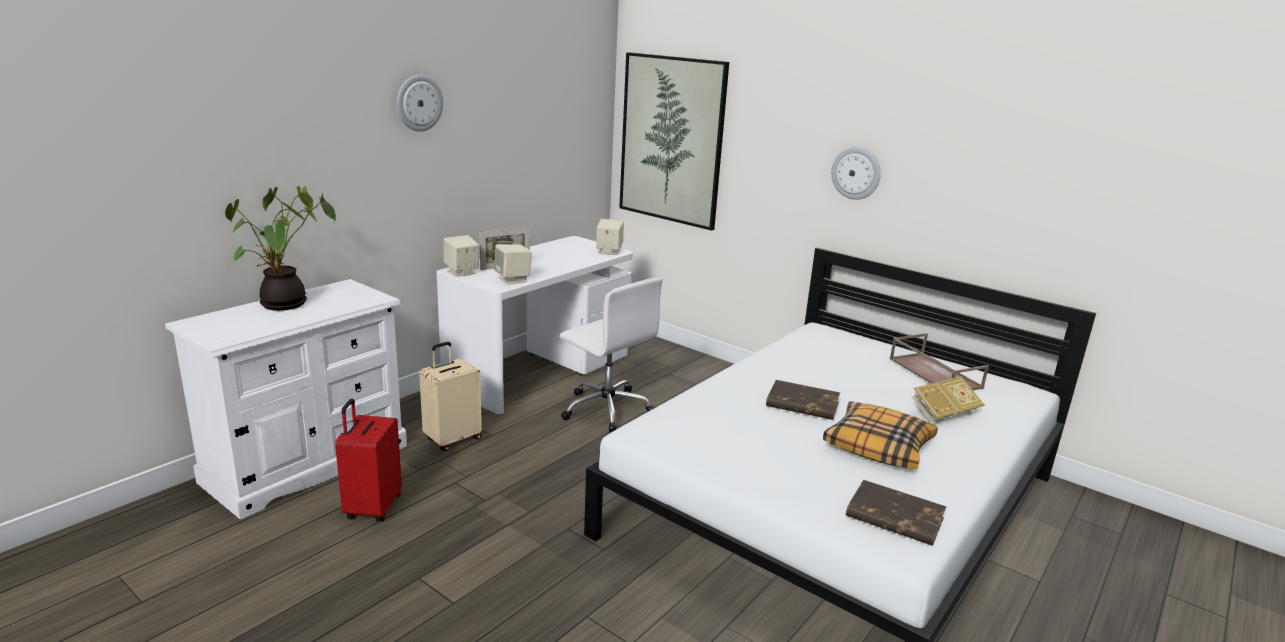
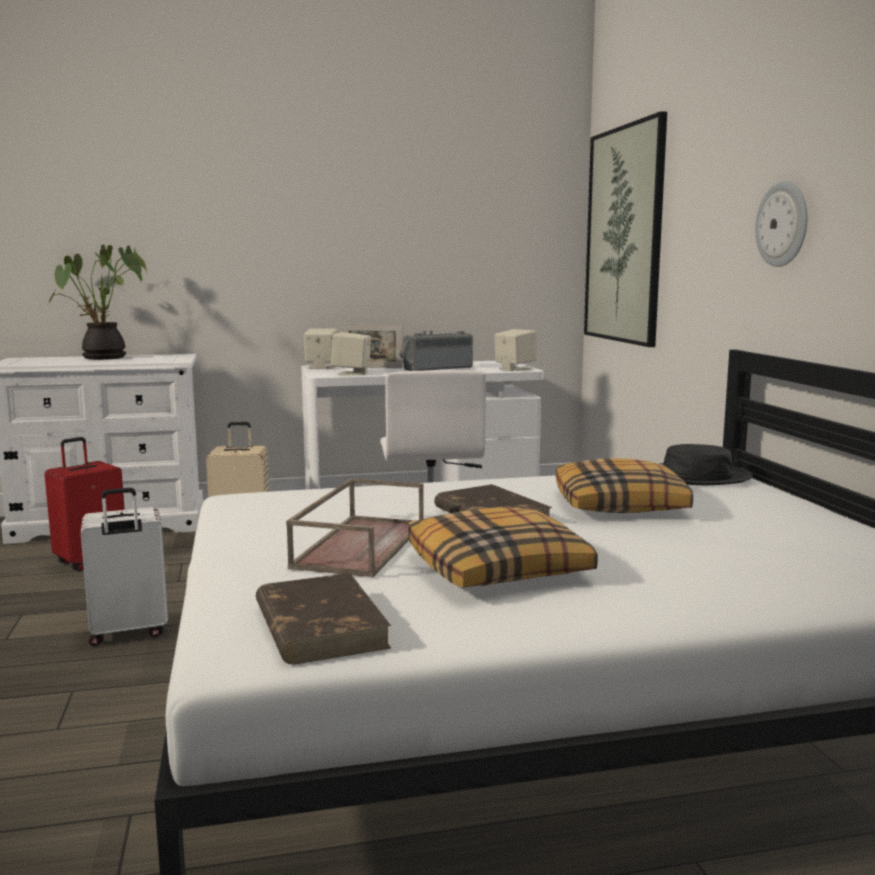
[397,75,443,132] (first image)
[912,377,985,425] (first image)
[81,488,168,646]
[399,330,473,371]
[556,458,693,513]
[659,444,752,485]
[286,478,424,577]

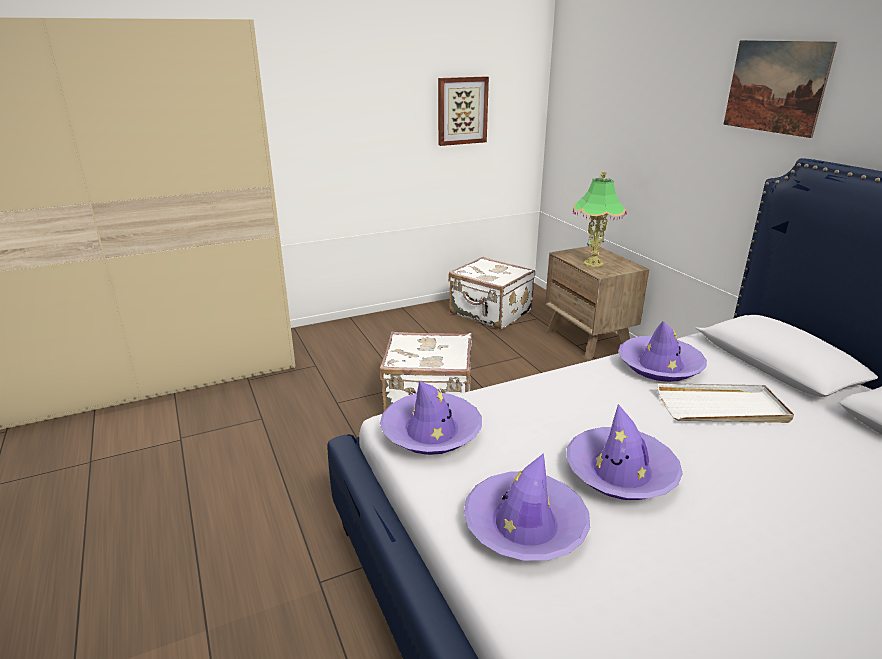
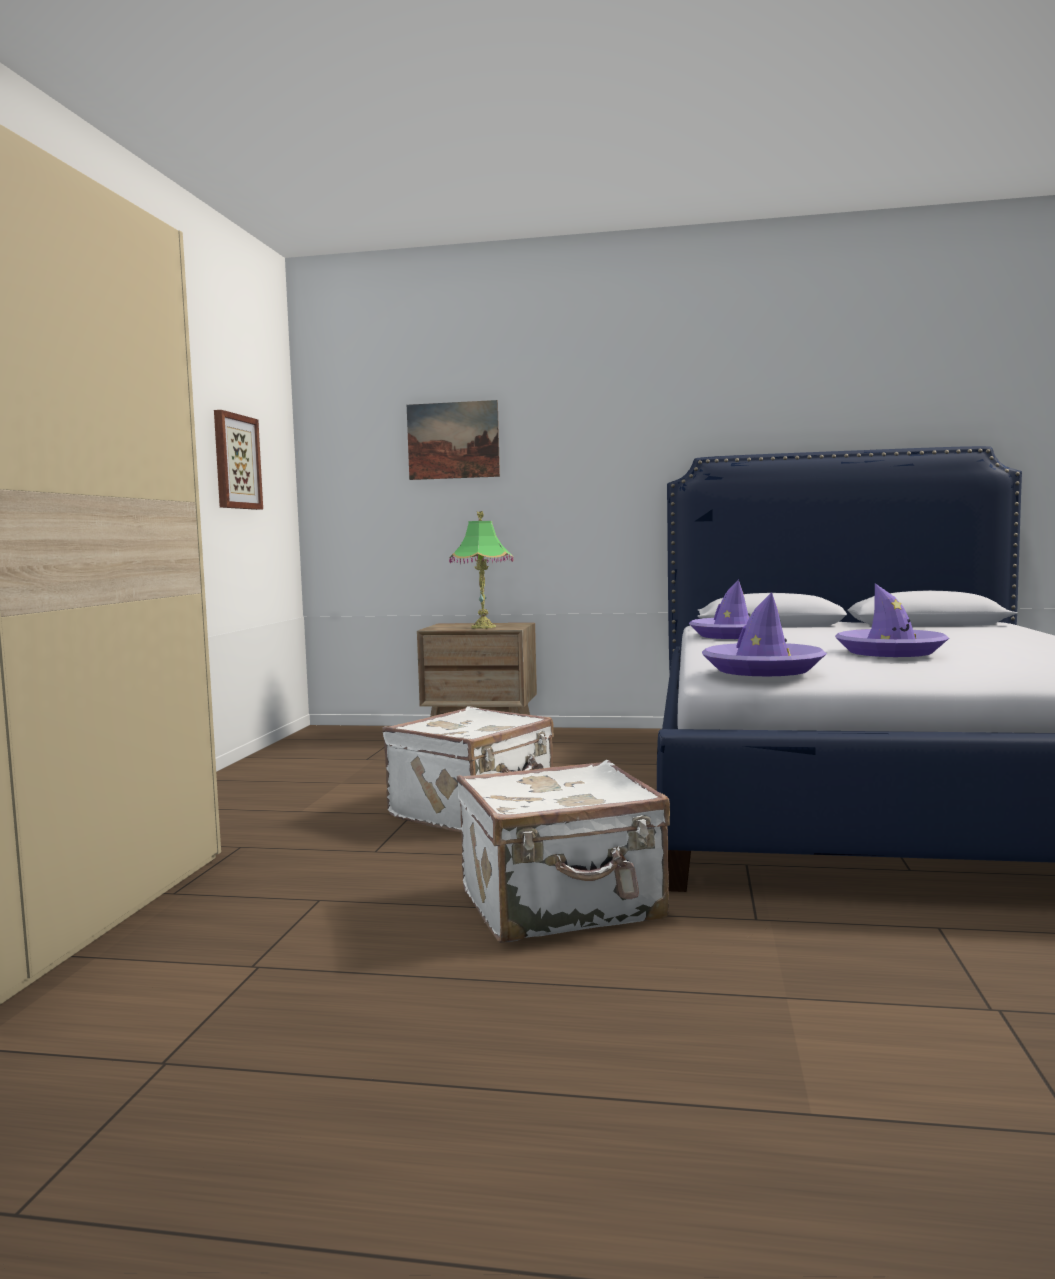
[464,453,590,561] (first image)
[657,383,794,423] (first image)
[457,760,670,943]
[407,400,500,480]

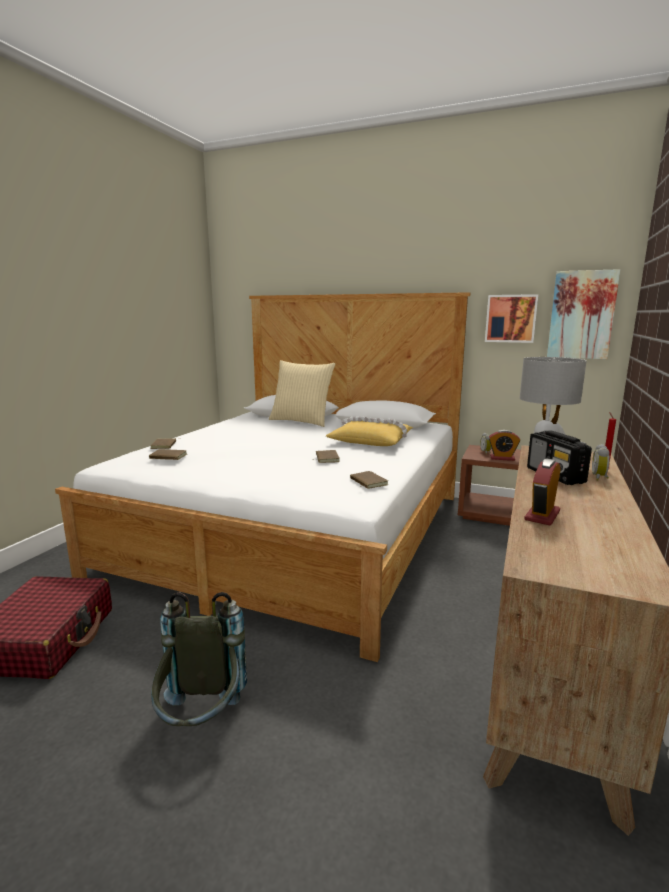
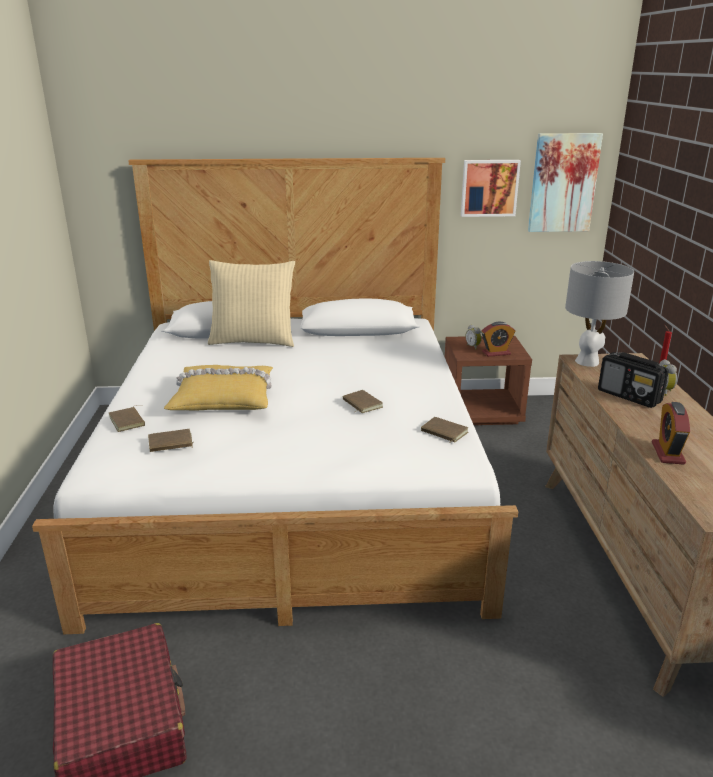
[151,592,247,726] (first image)
[164,365,273,410]

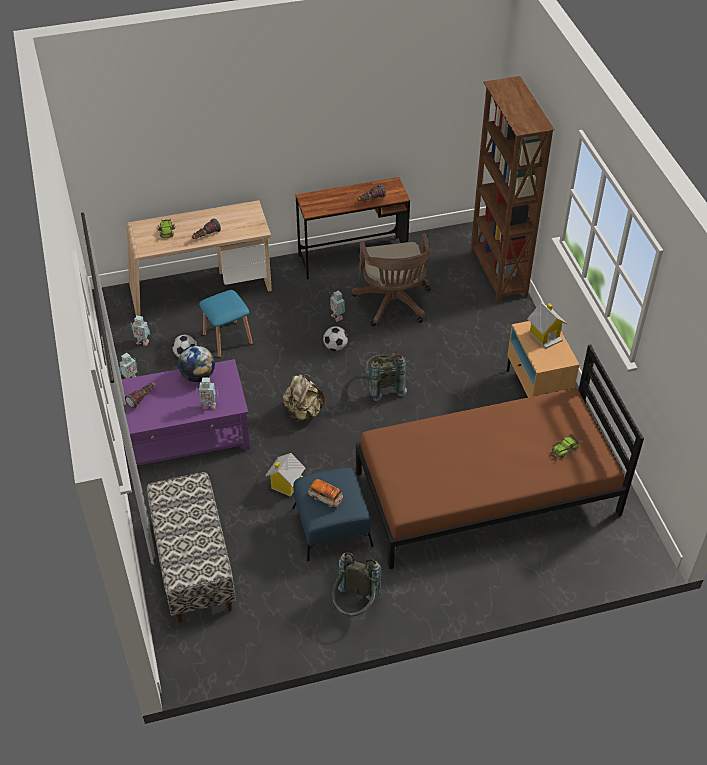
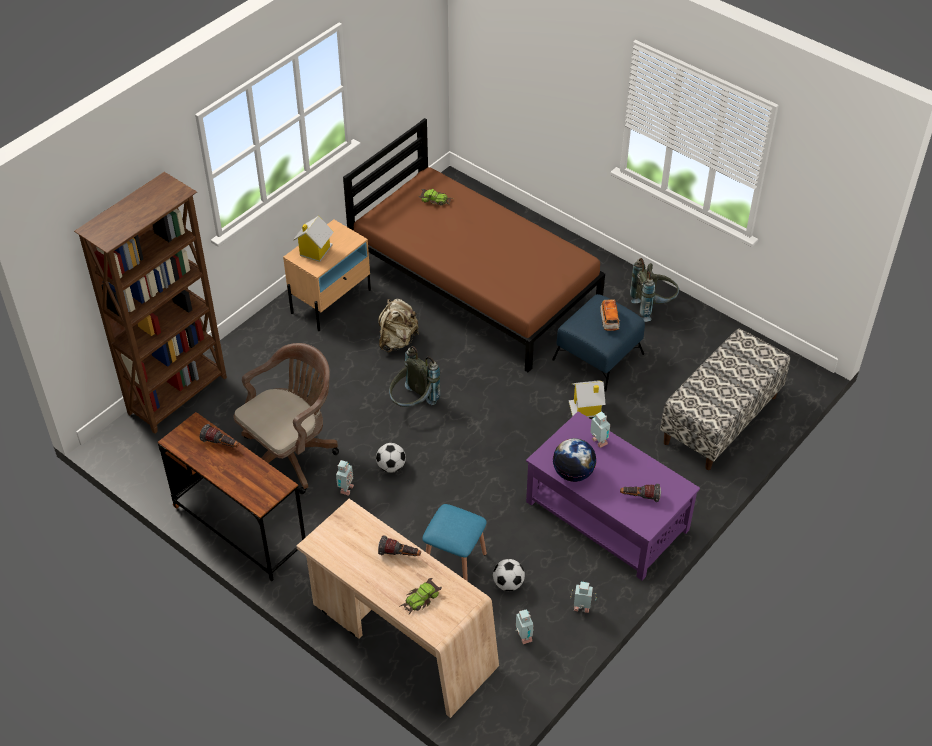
[379,299,419,352]

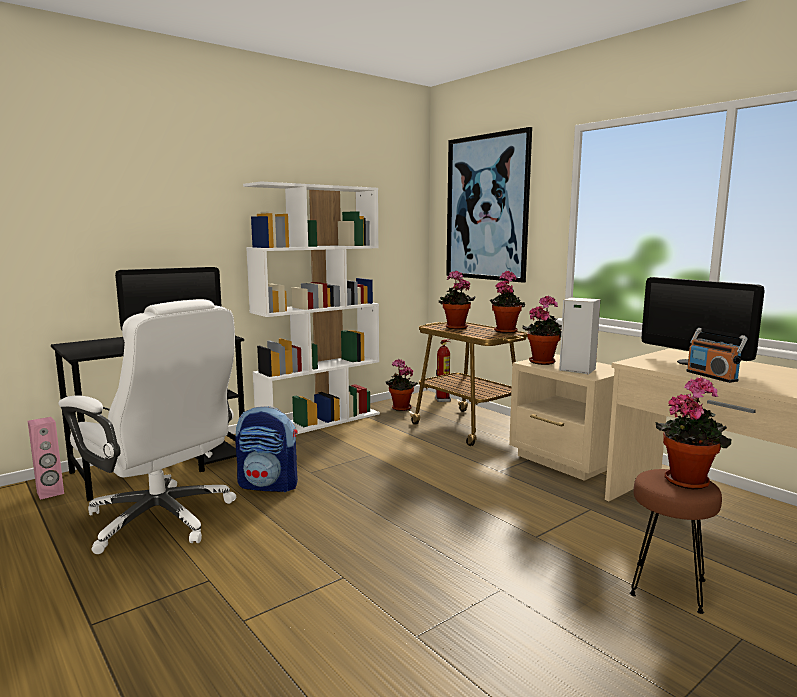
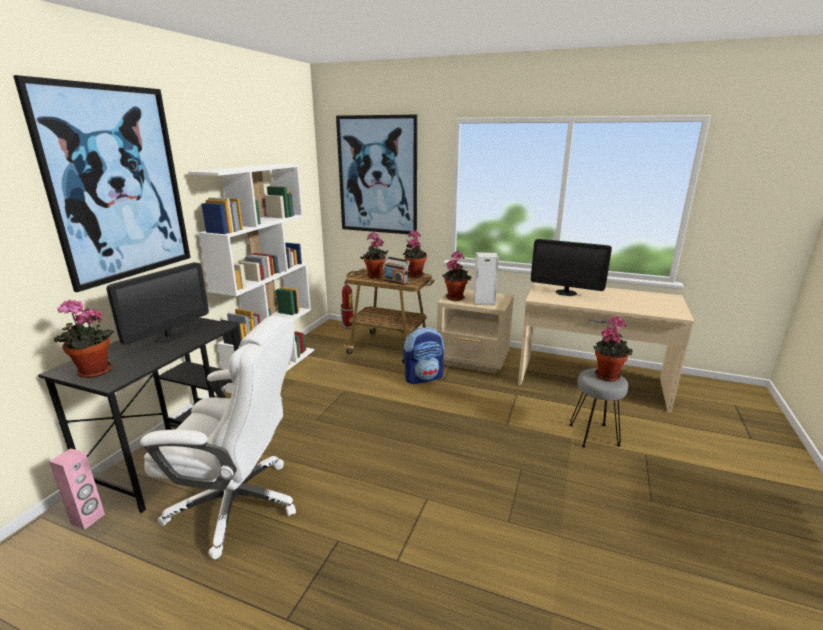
[13,75,191,292]
[403,327,444,384]
[54,299,114,378]
[384,257,410,285]
[569,368,628,447]

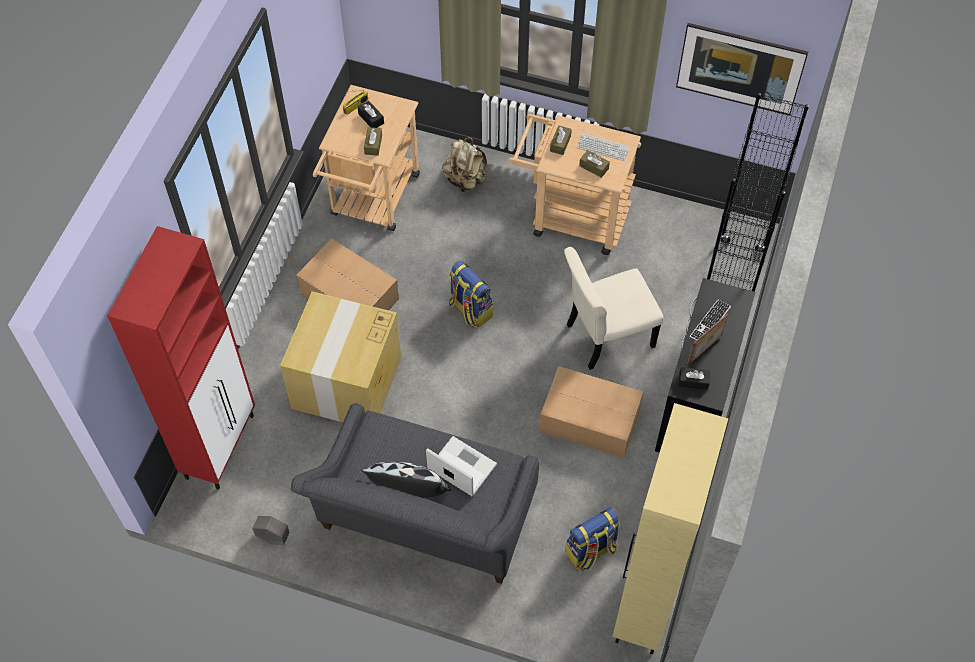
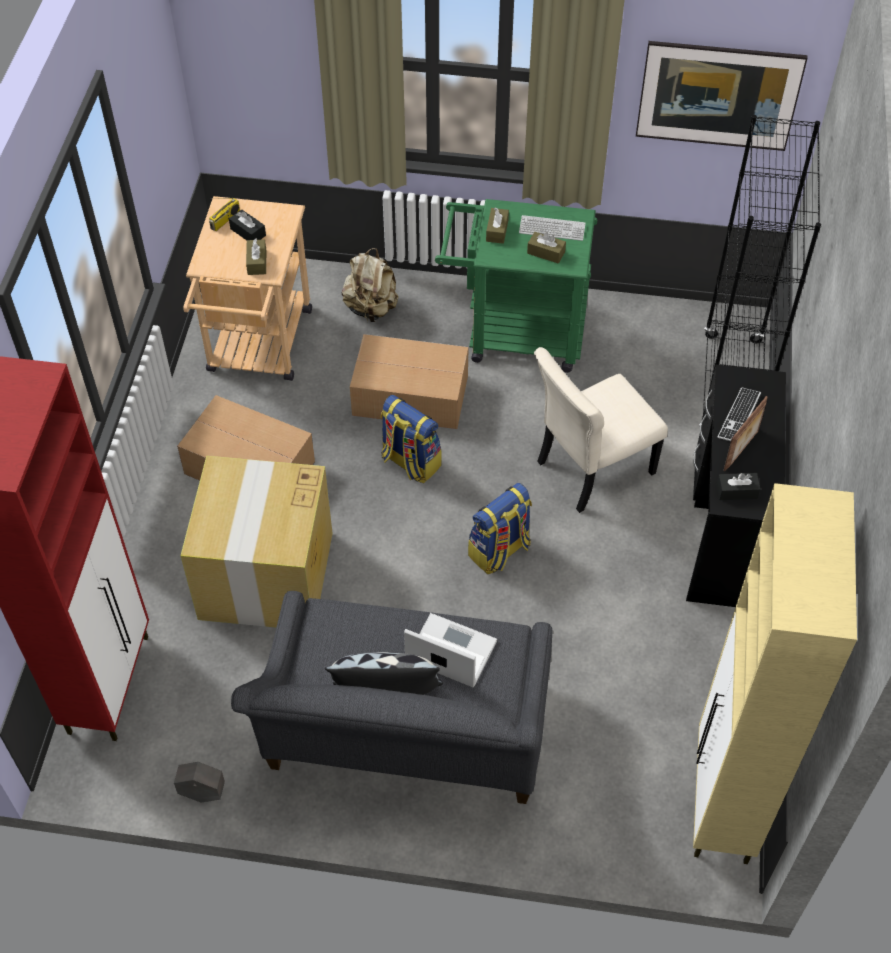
[350,334,469,429]
[468,483,532,574]
[435,199,597,373]

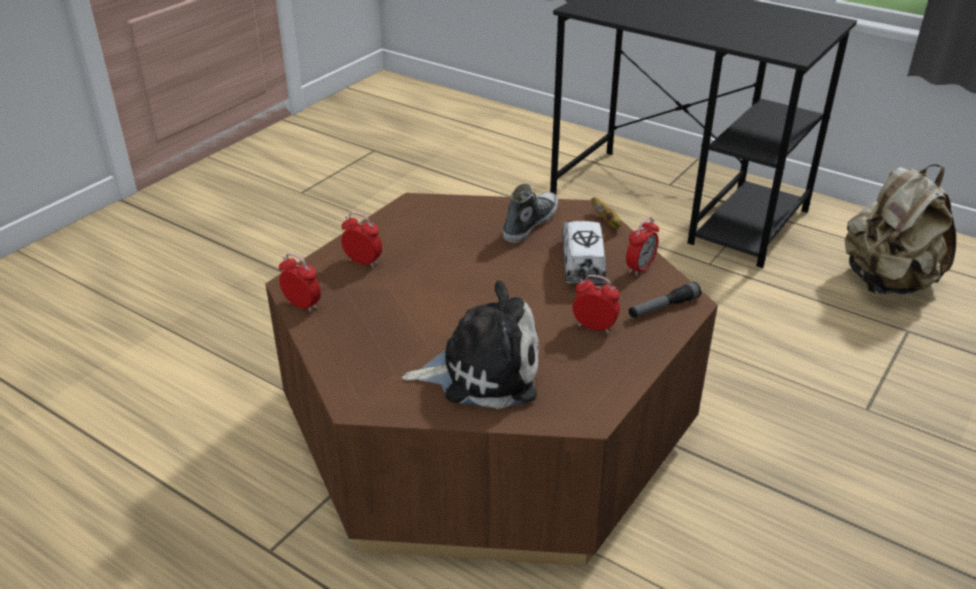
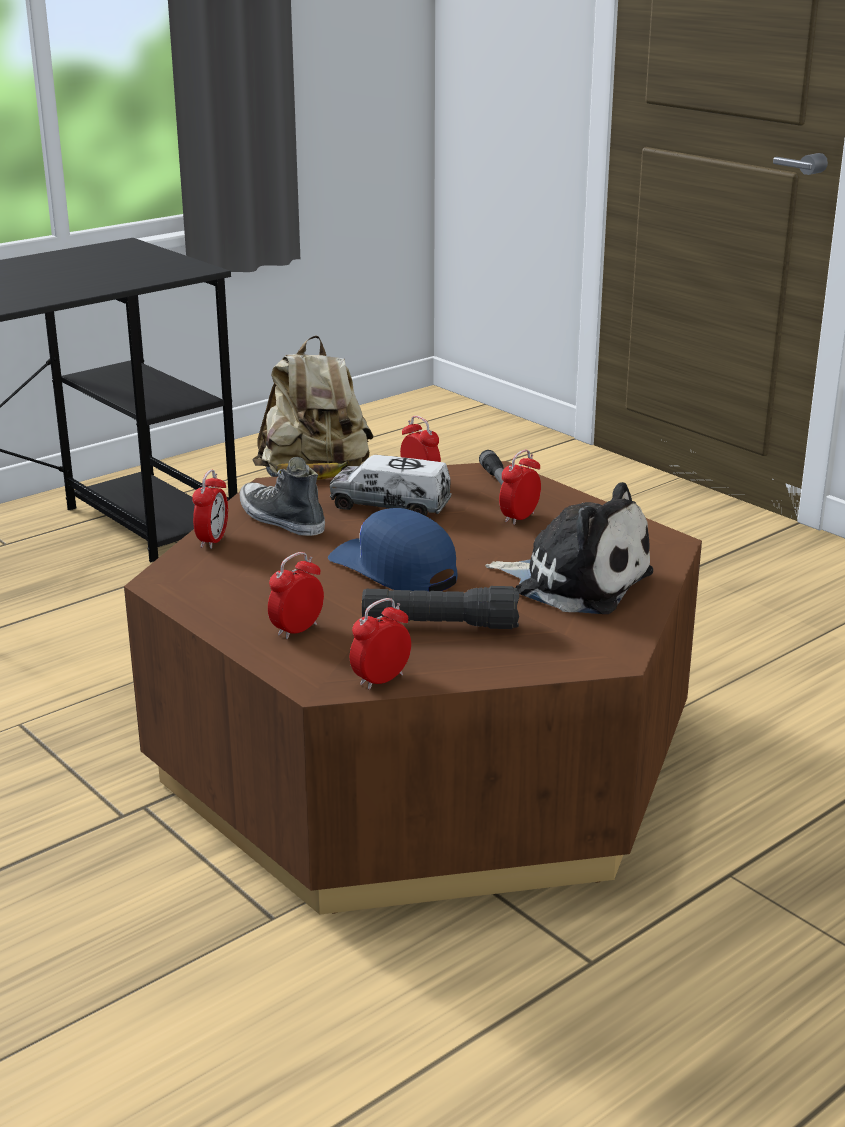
[192,470,228,549]
[328,508,458,591]
[362,586,520,629]
[485,482,653,614]

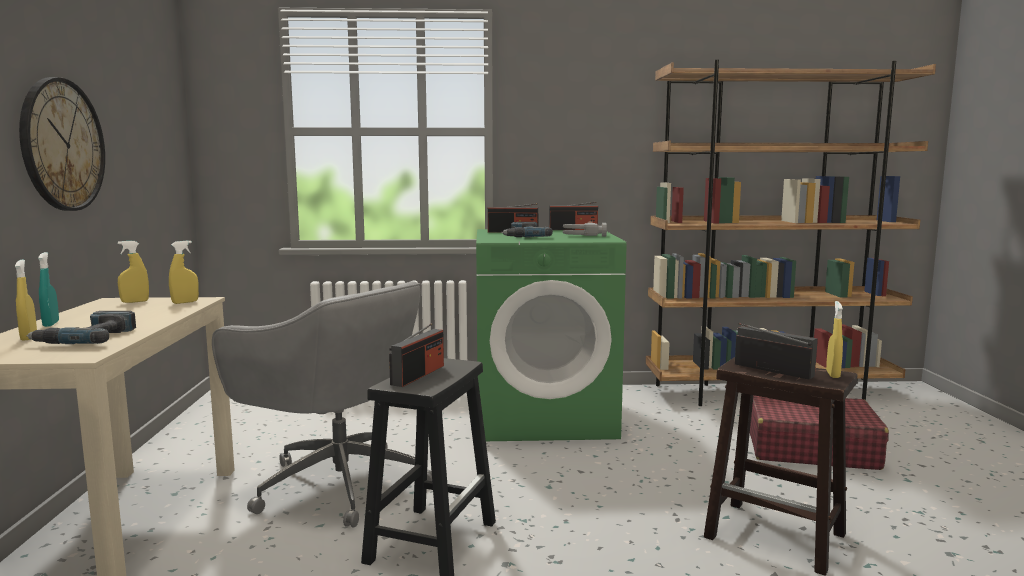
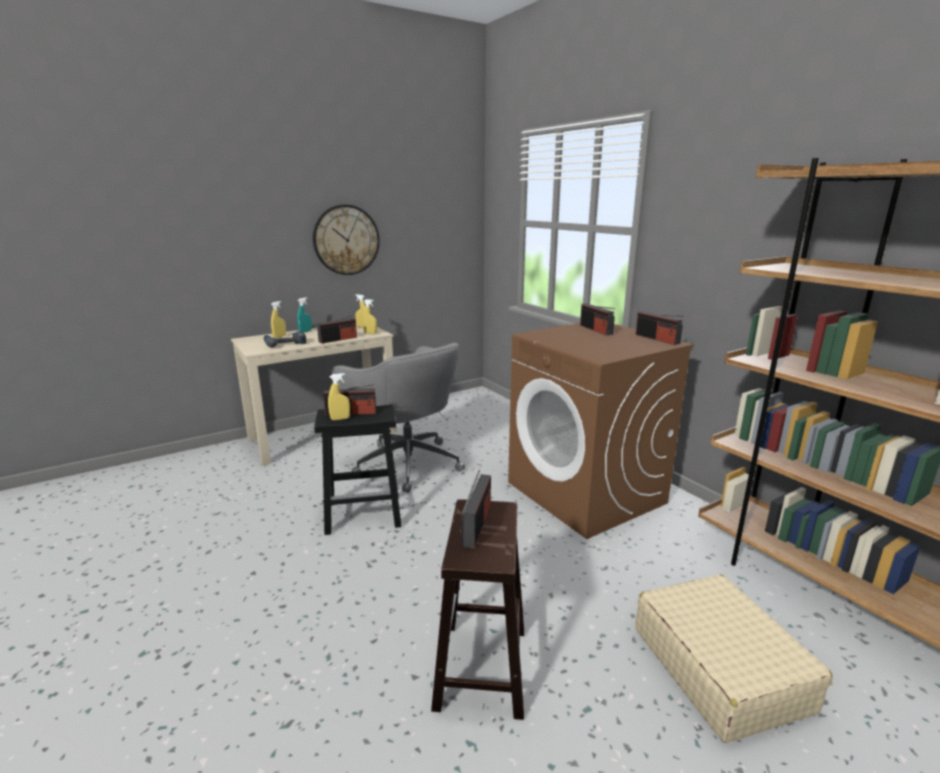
[501,222,553,237] (first image)
[563,221,607,237] (first image)
[317,315,357,344]
[328,373,350,420]
[508,323,694,539]
[635,574,833,743]
[332,343,465,493]

